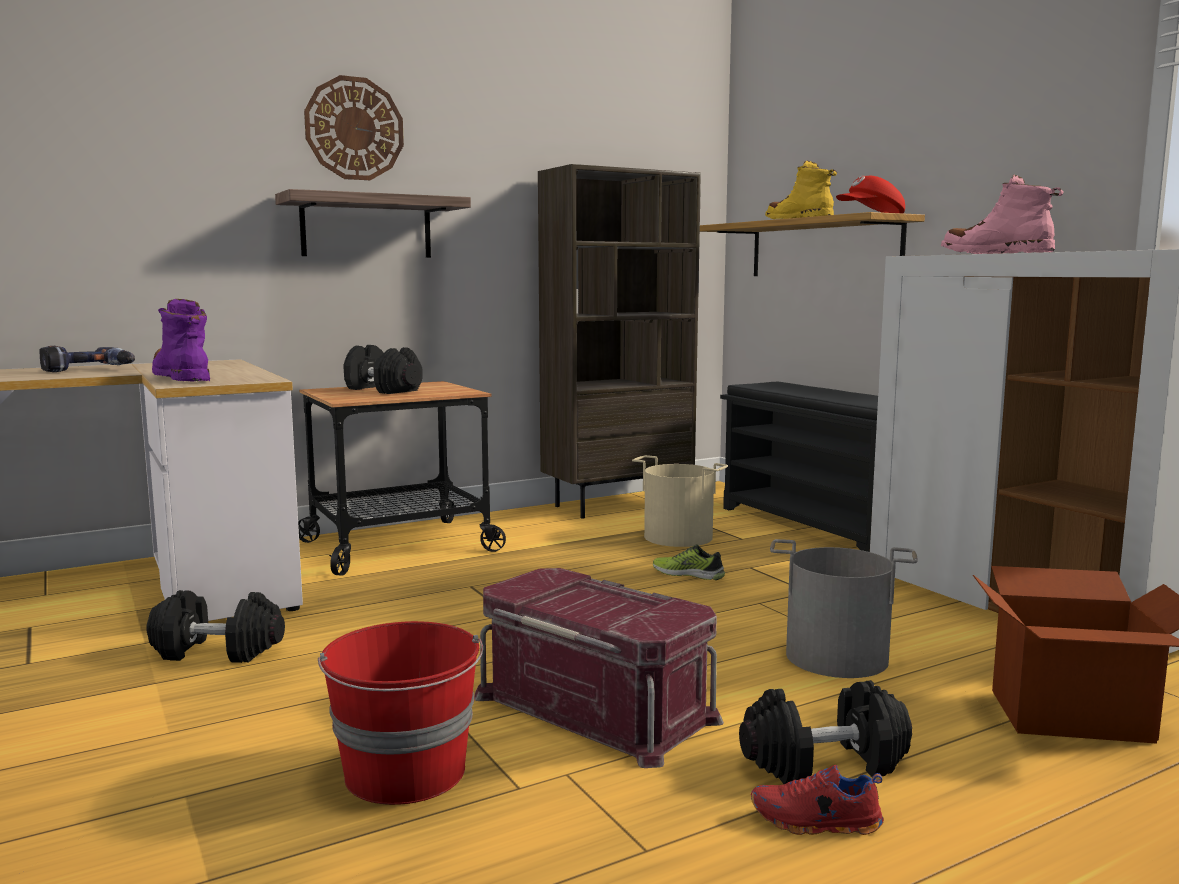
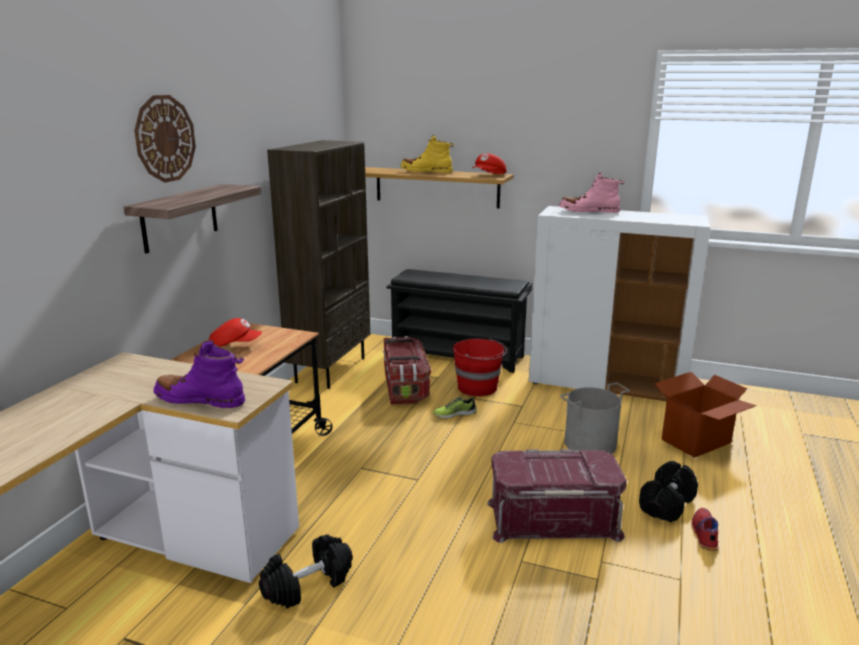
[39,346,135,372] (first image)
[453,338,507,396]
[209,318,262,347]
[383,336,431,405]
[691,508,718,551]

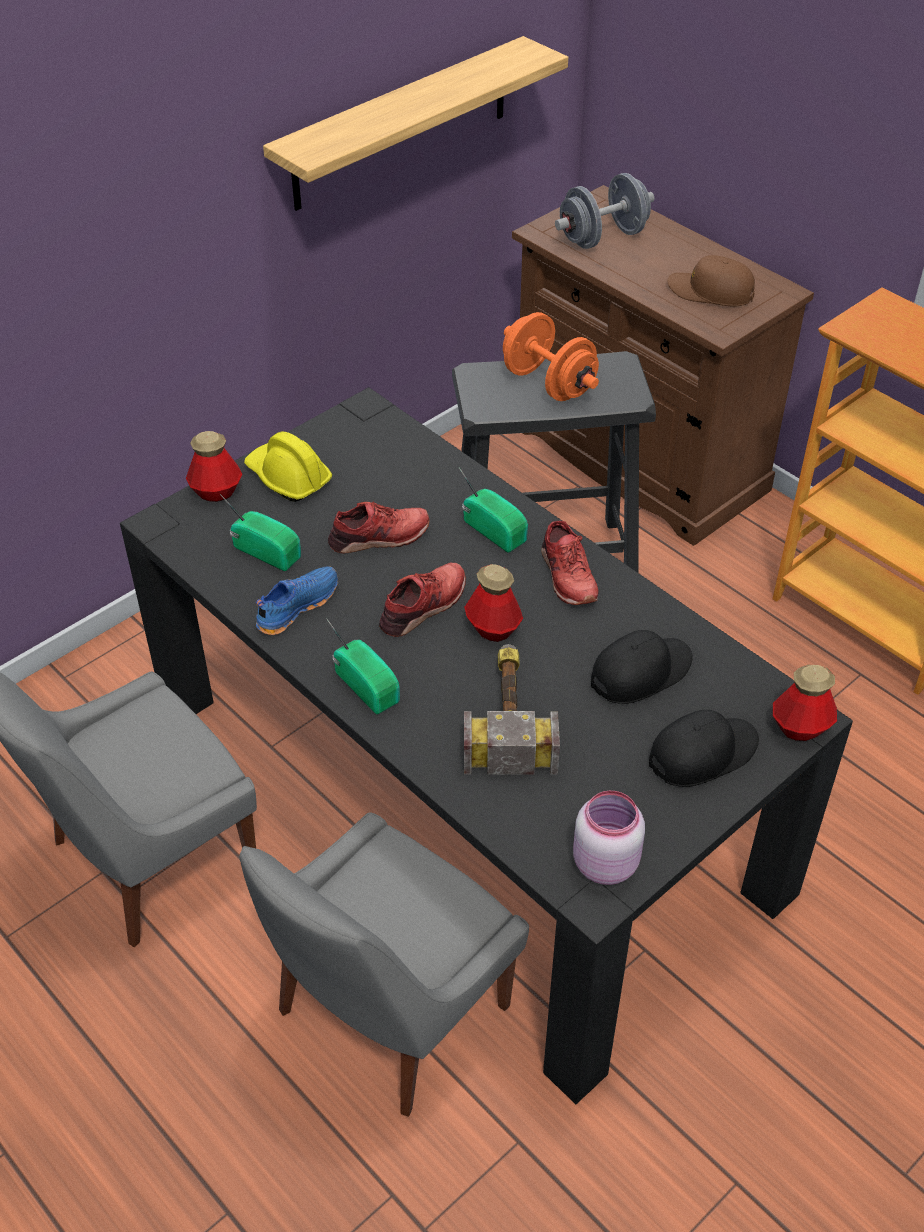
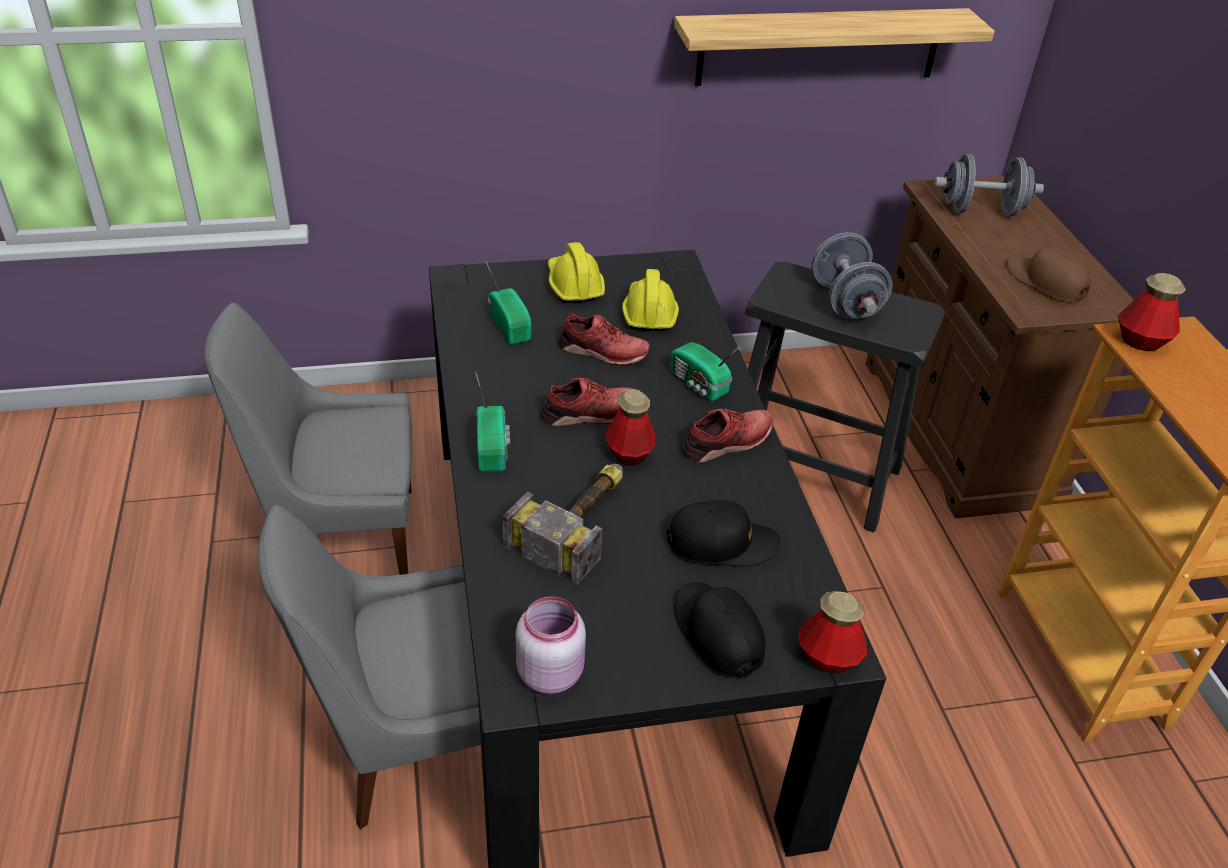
[256,566,338,635] (first image)
[622,269,679,331]
[1118,273,1186,351]
[811,233,893,319]
[670,342,741,401]
[681,408,773,463]
[674,582,766,679]

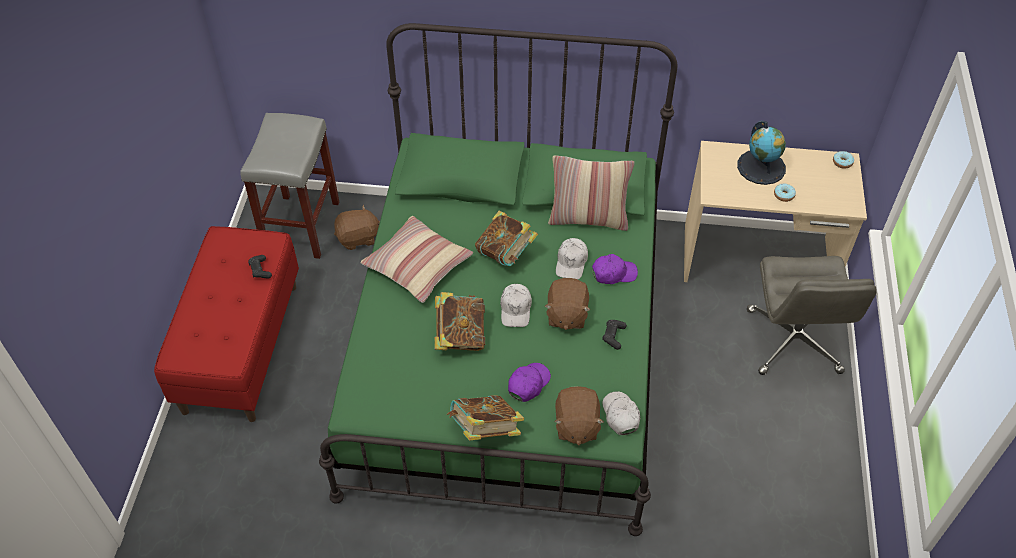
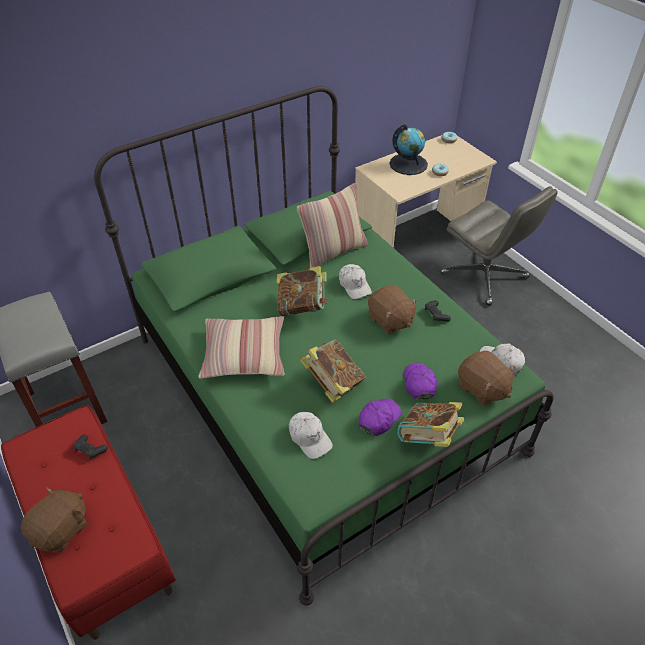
[21,487,87,552]
[289,412,333,459]
[359,399,401,436]

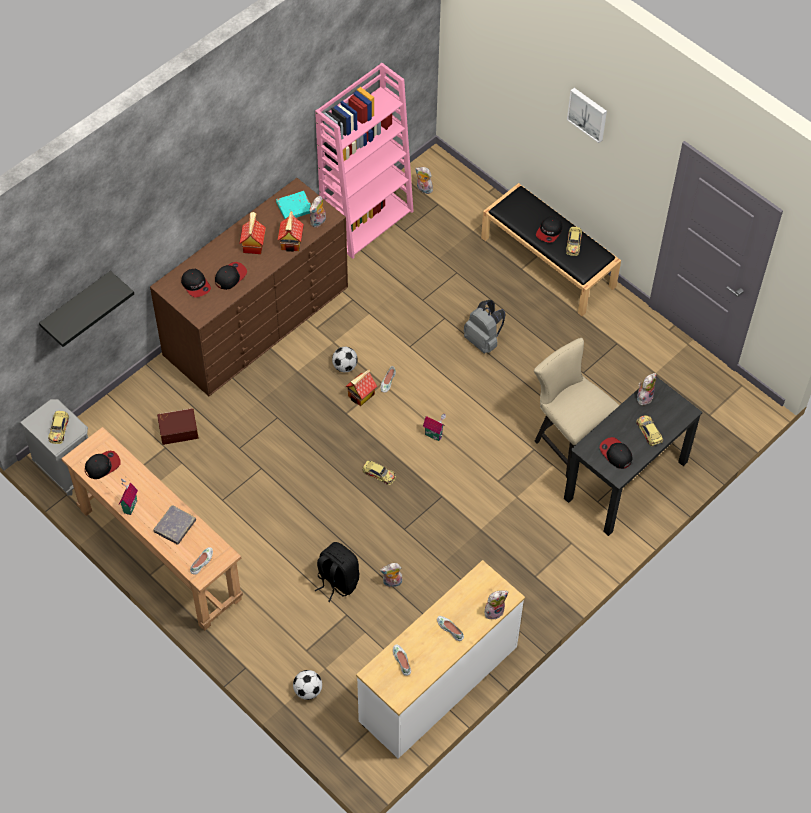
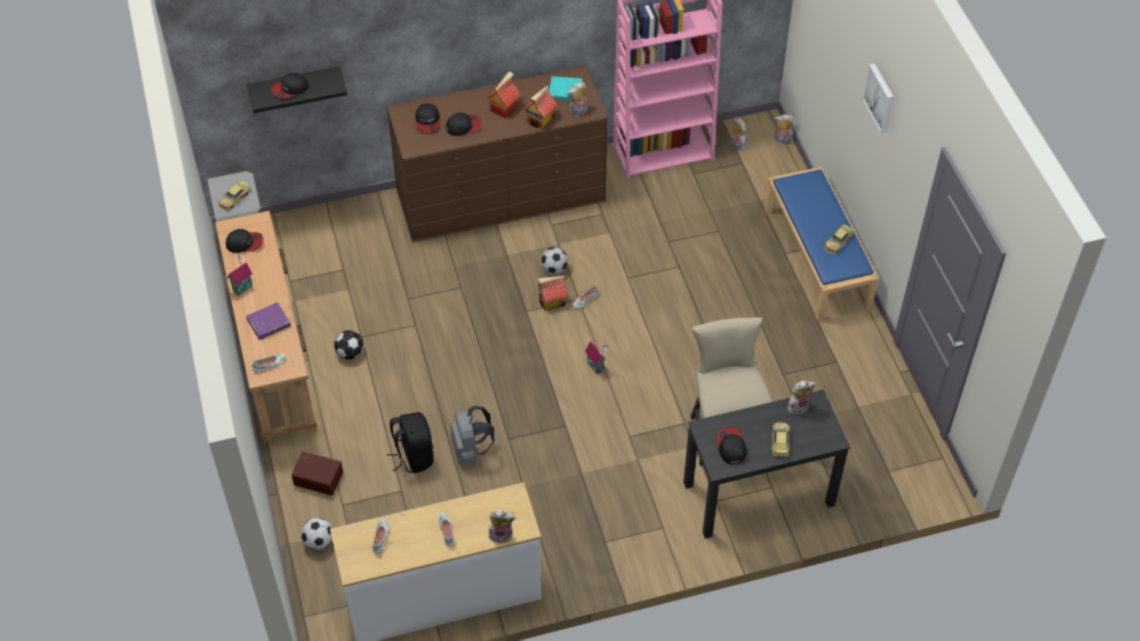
[363,460,396,485] (first image)
[334,330,364,360]
[291,451,343,496]
[774,114,794,144]
[451,406,494,465]
[271,73,309,99]
[246,302,291,340]
[764,167,879,322]

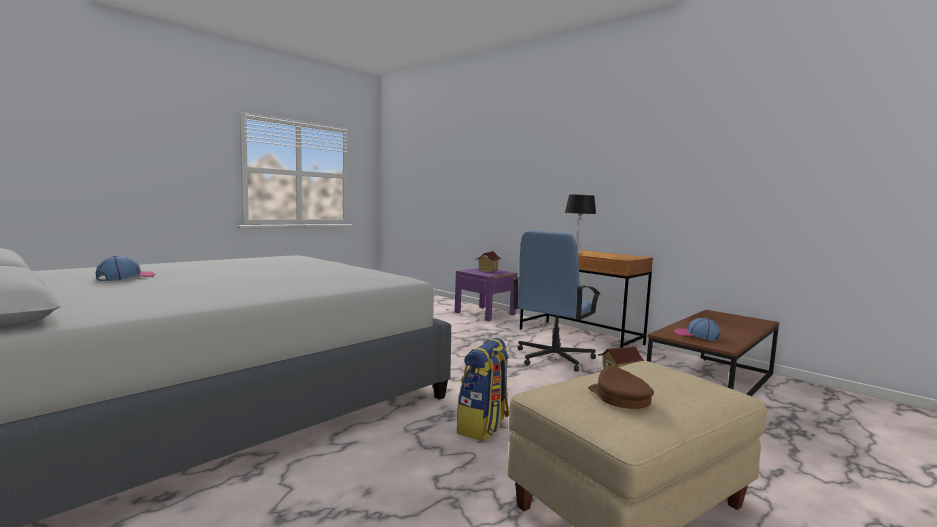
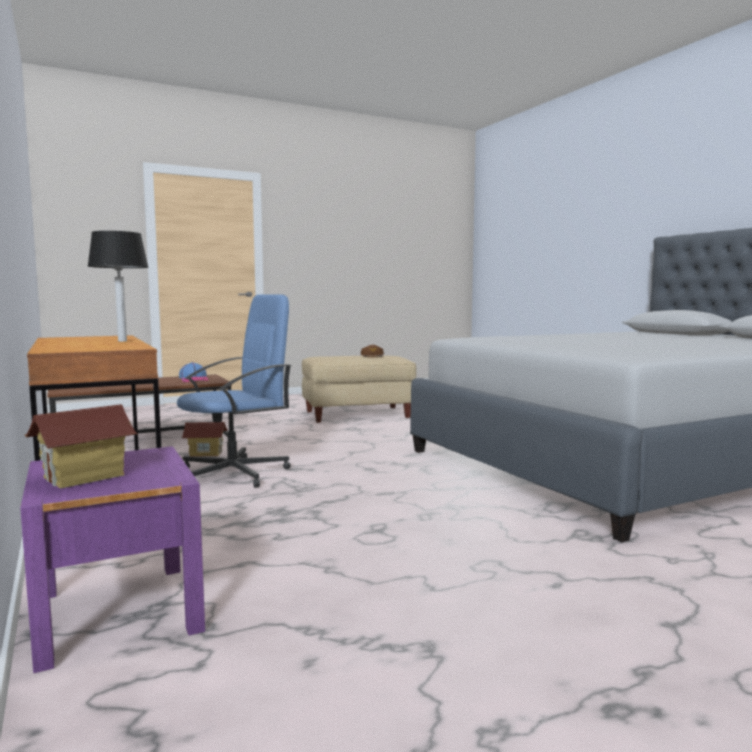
[96,256,156,281] (first image)
[457,338,509,441] (first image)

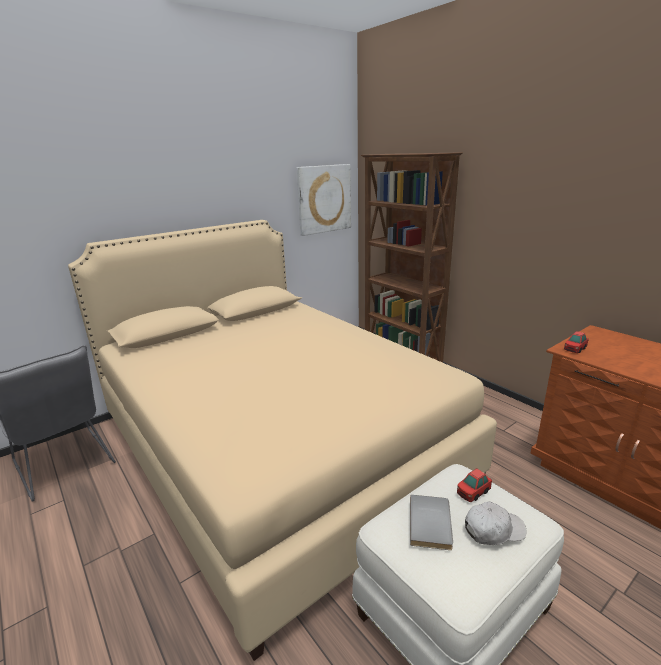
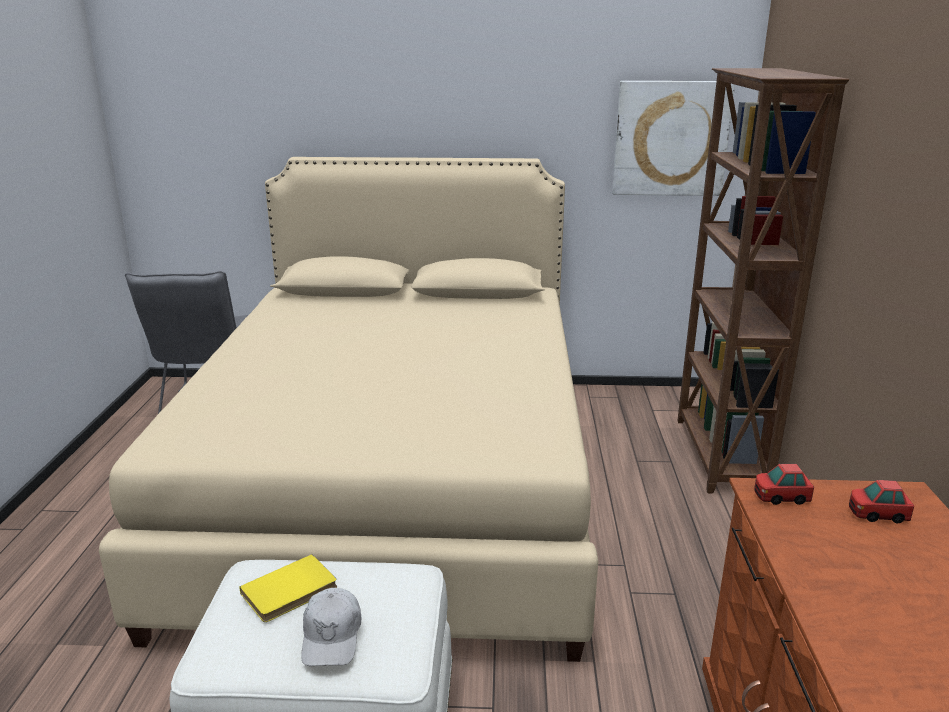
[849,480,914,523]
[239,554,337,622]
[301,588,361,666]

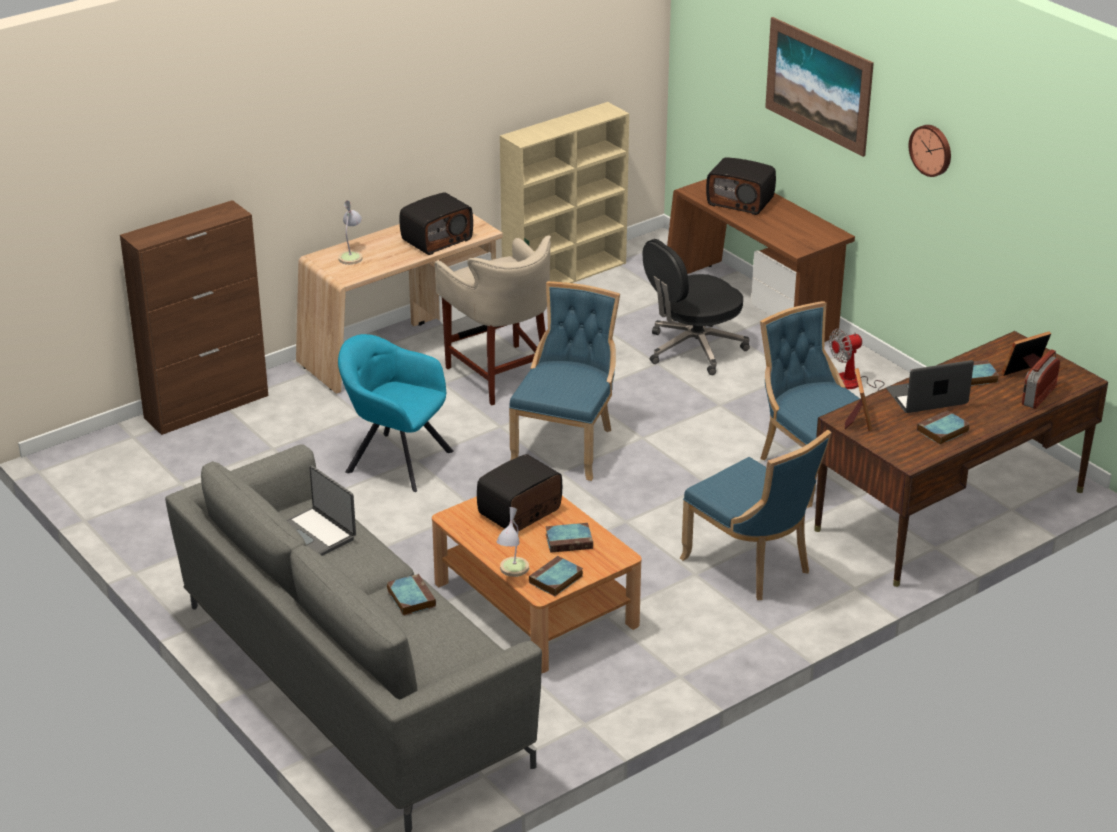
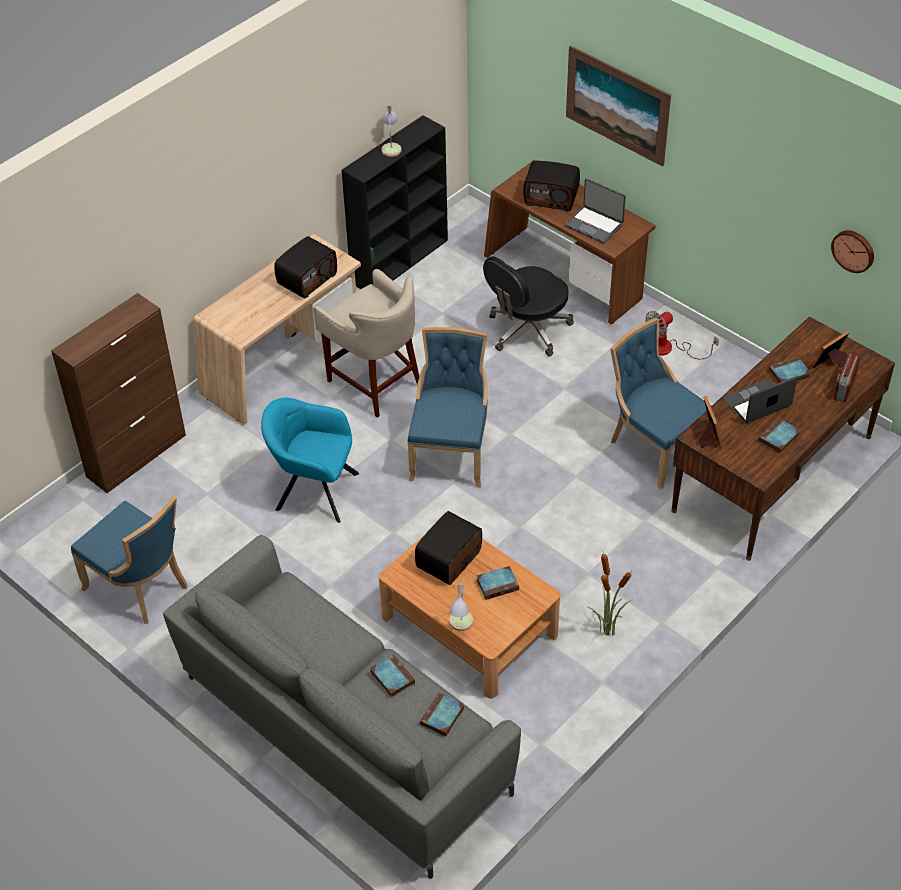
[587,552,633,636]
[565,178,626,244]
[382,106,401,157]
[420,692,464,737]
[71,496,188,624]
[831,230,874,273]
[342,115,448,289]

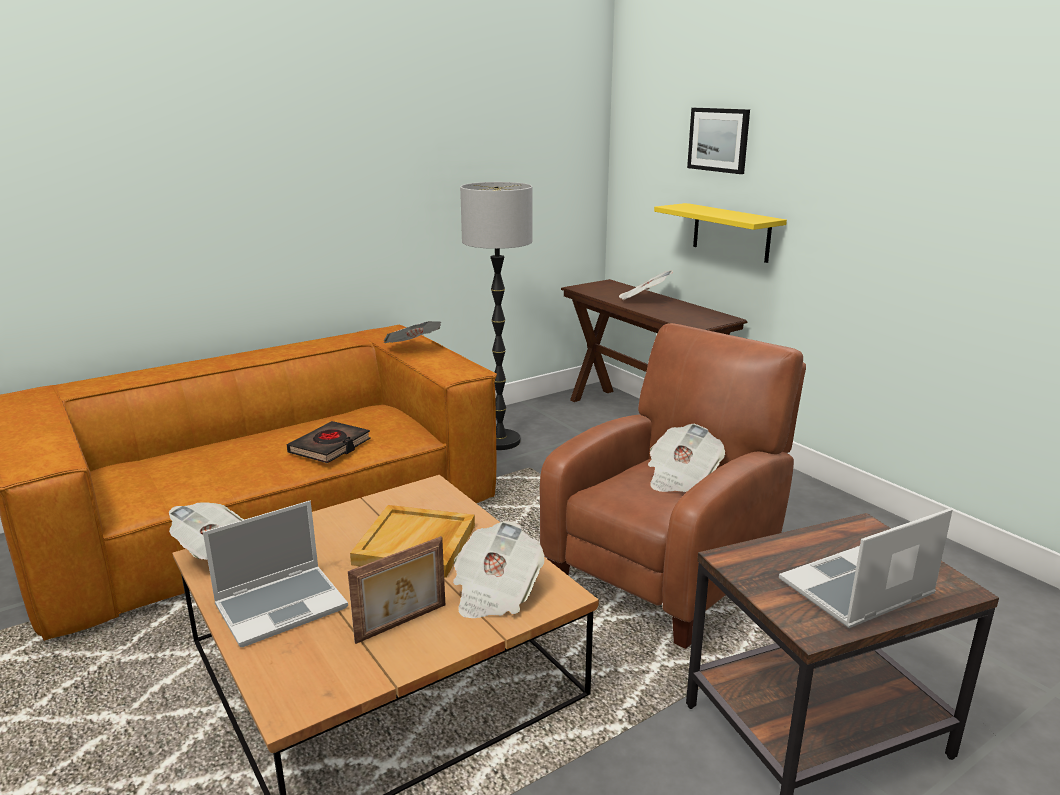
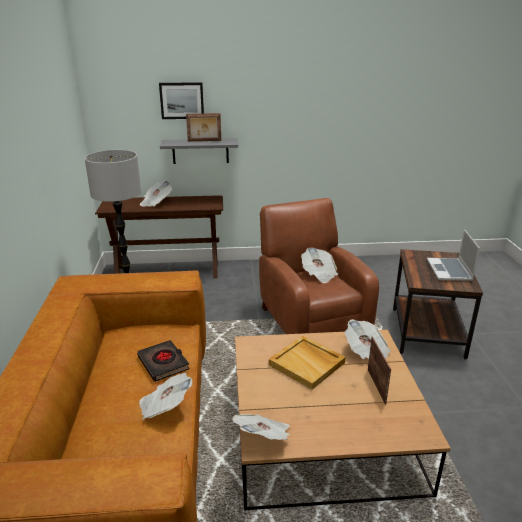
[203,501,348,647] (first image)
[186,113,221,141]
[139,373,192,420]
[160,139,238,164]

